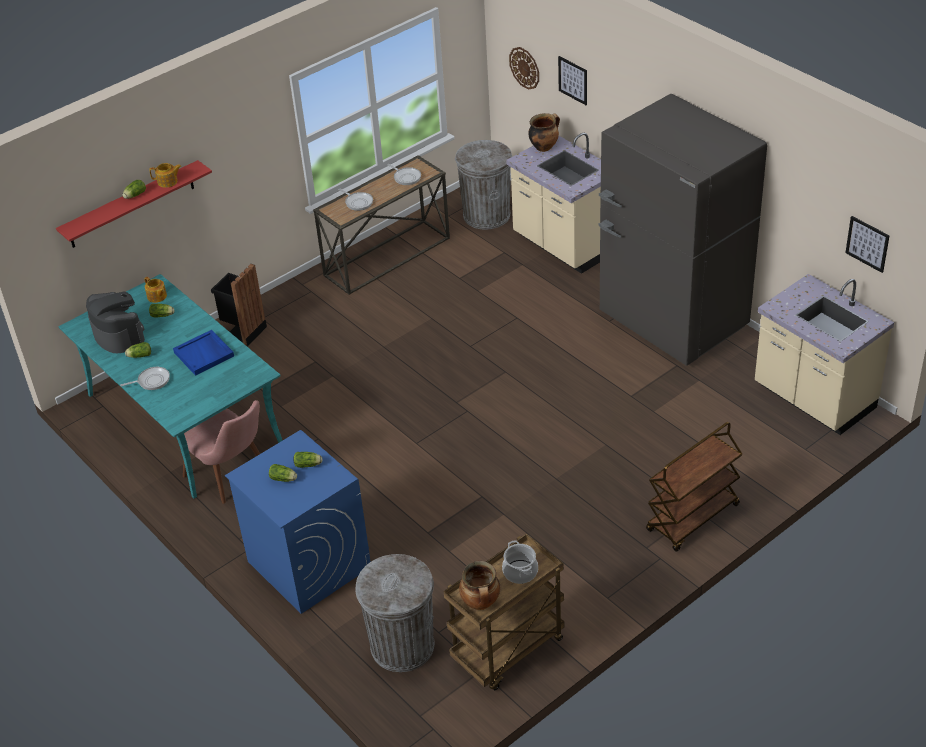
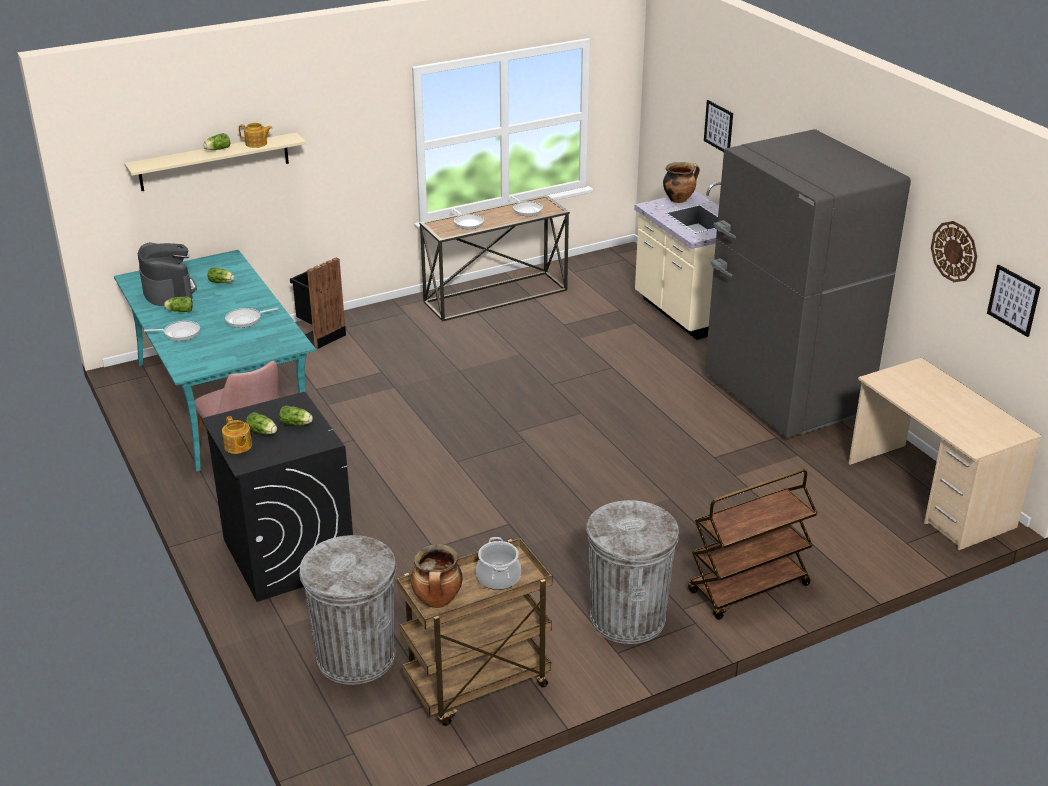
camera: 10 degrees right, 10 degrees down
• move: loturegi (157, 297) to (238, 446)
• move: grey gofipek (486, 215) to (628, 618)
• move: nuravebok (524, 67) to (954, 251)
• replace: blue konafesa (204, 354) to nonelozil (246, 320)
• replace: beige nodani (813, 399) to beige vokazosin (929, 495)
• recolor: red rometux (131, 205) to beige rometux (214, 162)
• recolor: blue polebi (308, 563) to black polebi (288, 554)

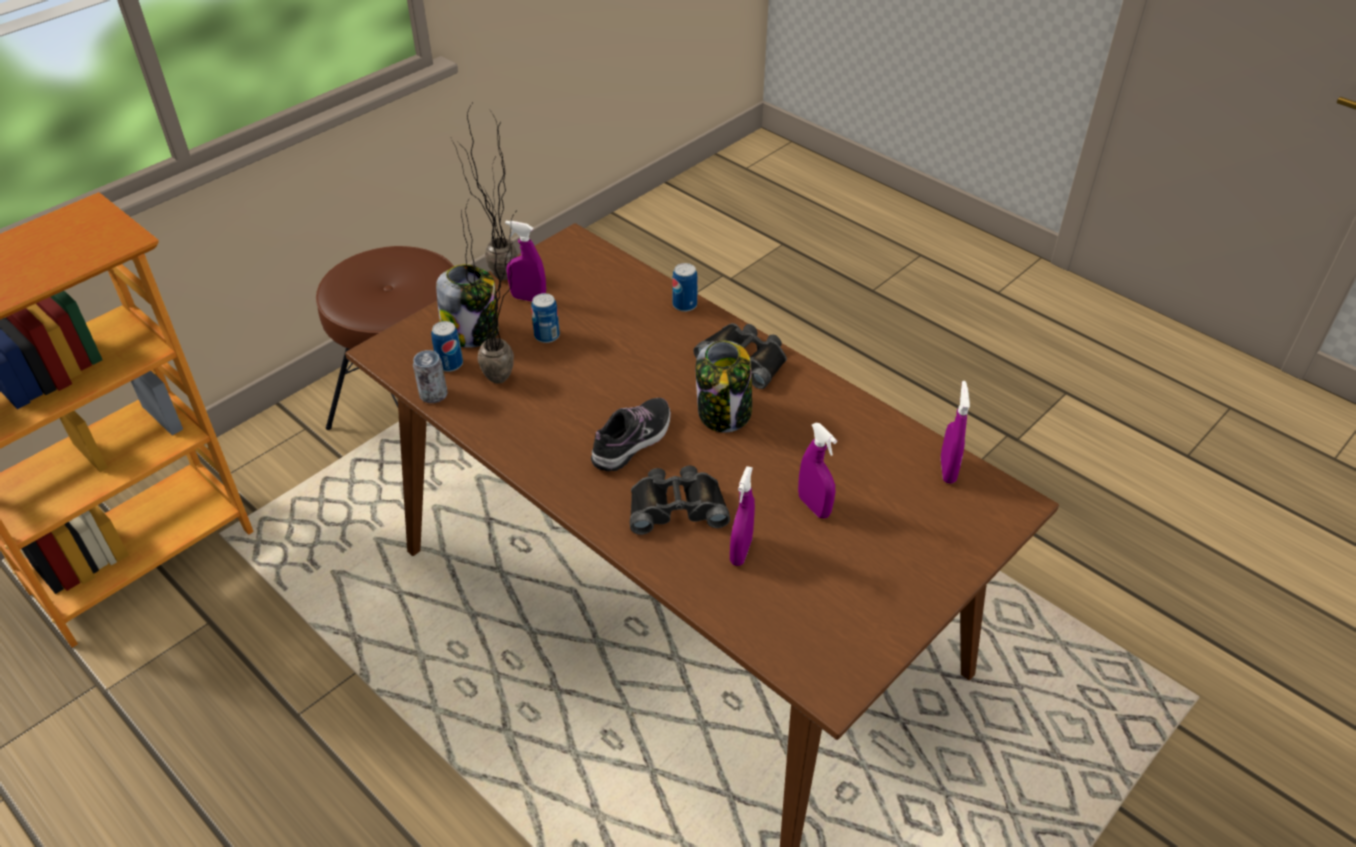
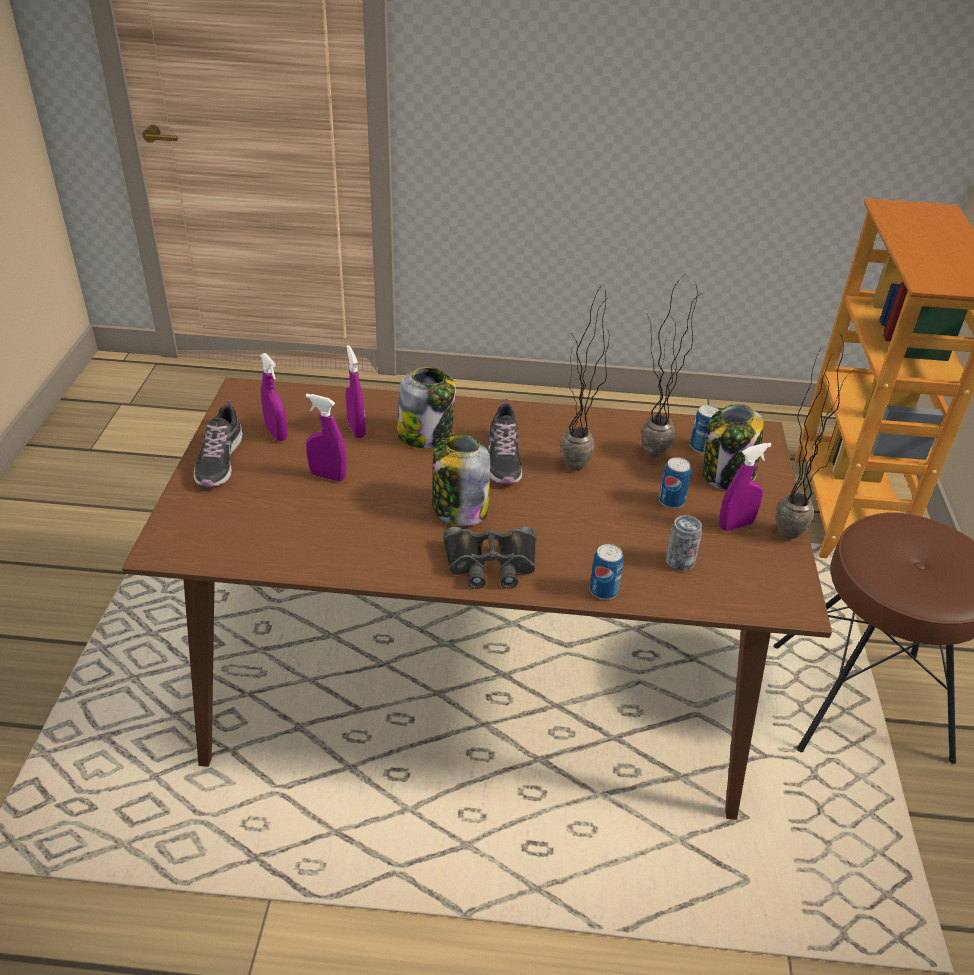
camera: 140 degrees right, 5 degrees down
• insert: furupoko (219, 461)
• insert: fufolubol (573, 473)
• move: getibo (433, 395) to (679, 562)
• move: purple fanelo (947, 470) to (276, 433)
• replace: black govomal (676, 506) to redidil (426, 435)

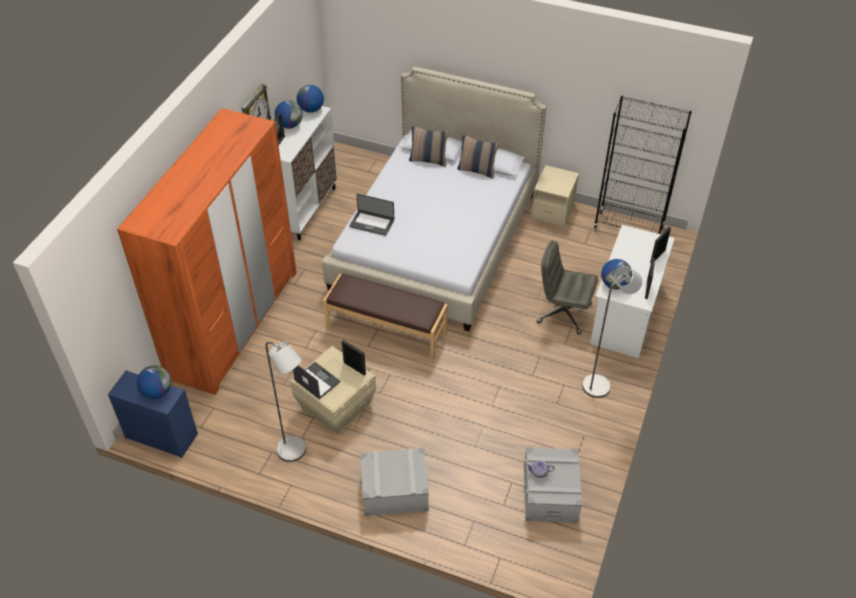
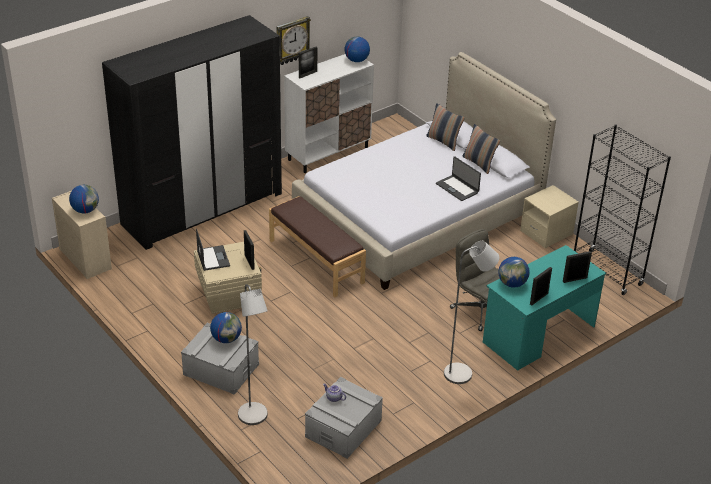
camera: 30 degrees right, 10 degrees down
• move: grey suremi (296, 452) to (254, 418)
• move: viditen (290, 125) to (226, 339)
• move: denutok (372, 223) to (457, 188)
• recolor: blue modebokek (160, 435) to beige modebokek (85, 259)
• recolor: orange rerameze (234, 322) to black rerameze (203, 209)
• recolor: white vokazosin (626, 314) to turquoise vokazosin (538, 334)

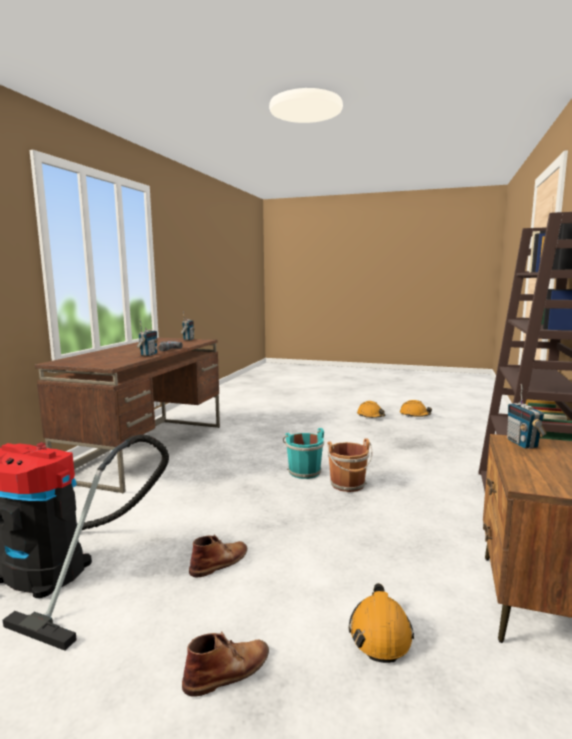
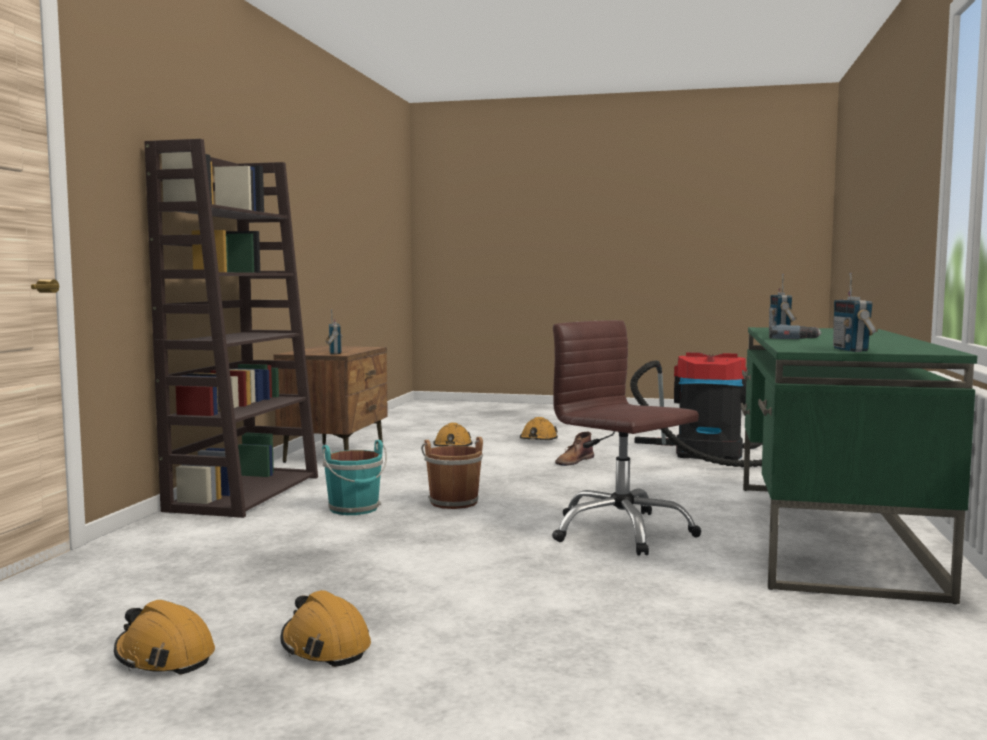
camera: 175 degrees right, 5 degrees down
• insert: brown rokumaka (620, 531)
• move: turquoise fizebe (303, 471) to (355, 509)
• replace: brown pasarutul (228, 670) to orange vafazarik (538, 440)
• recolor: brown vokazosin (148, 450) to green vokazosin (828, 535)

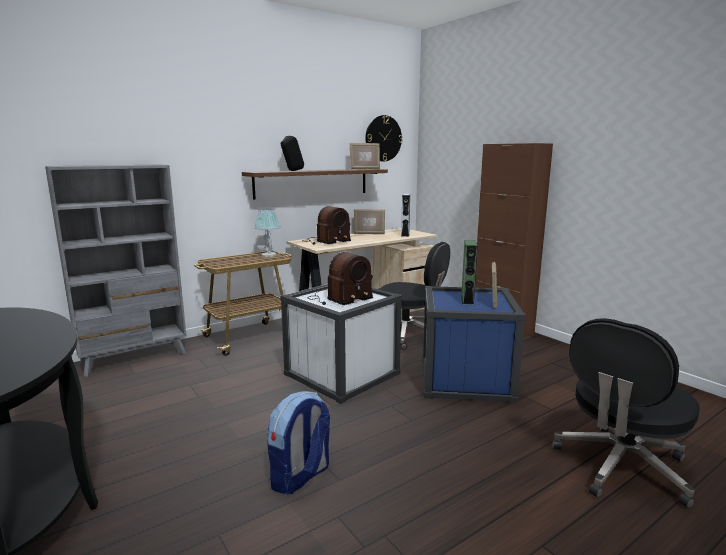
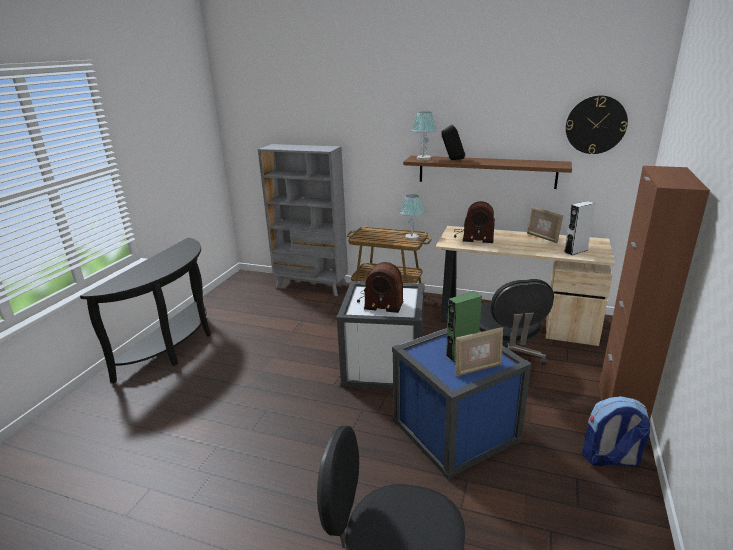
camera: 55 degrees right, 10 degrees up
• delete: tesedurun (364, 169)
• insert: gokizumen (423, 158)
• move: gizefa (300, 477) to (610, 459)

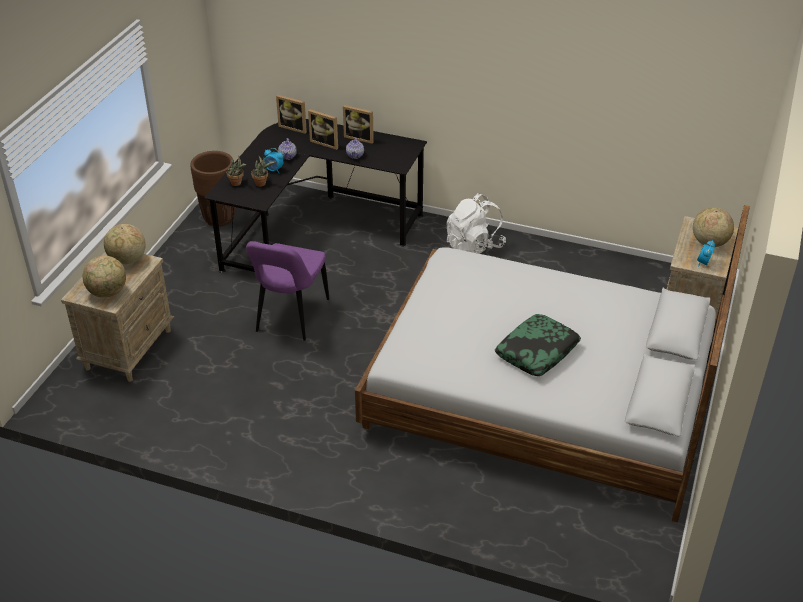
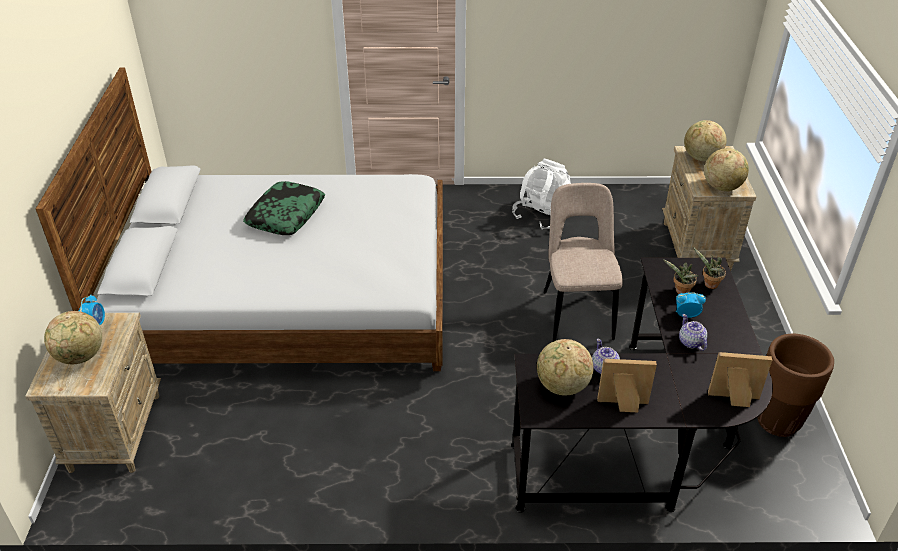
camera: 160 degrees right, 0 degrees up
• delete: tesedurun (326, 143)
• insert: viditen (562, 386)
• move: white gizefa (474, 246) to (543, 215)
• recolor: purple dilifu (290, 317) to beige dilifu (576, 312)

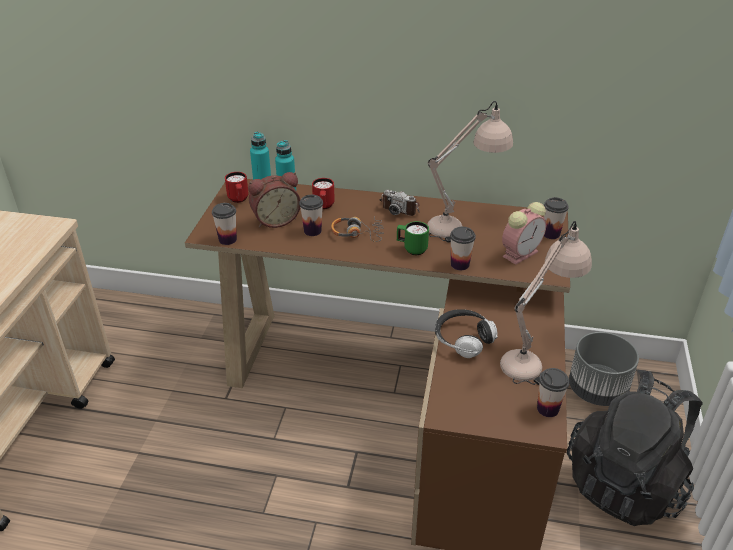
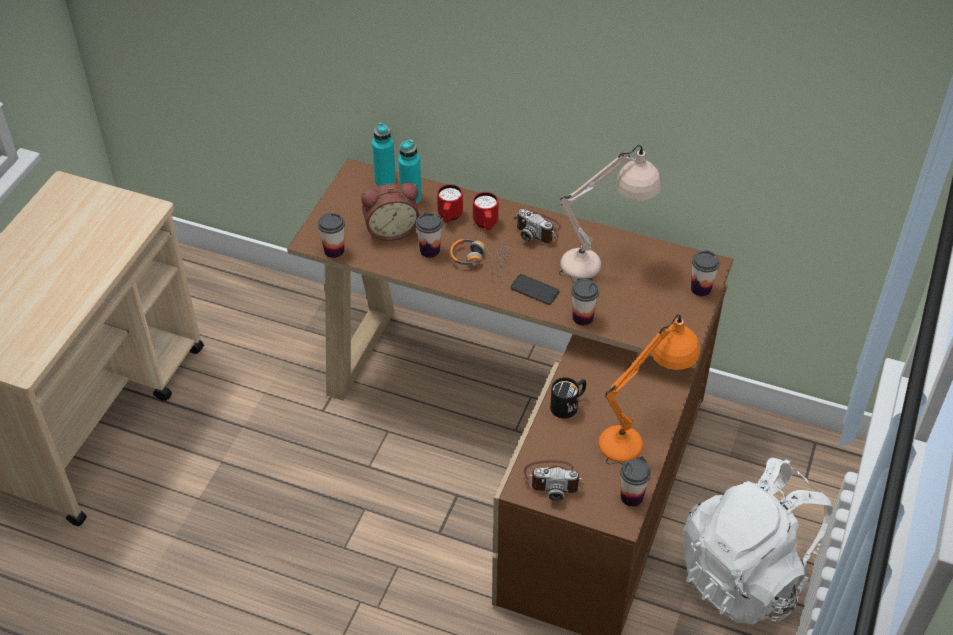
camera: 10 degrees right, 10 degrees up
• delete: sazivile (521, 253)
• delete: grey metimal (597, 390)
• insert: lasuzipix (553, 480)
• move: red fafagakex (239, 200) to (486, 225)
• replace: green fafagakex (411, 249) to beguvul (534, 290)
• replace: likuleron (463, 339) to black fafagakex (568, 405)
• recolor: beige gokizumen (536, 356) to orange gokizumen (641, 435)
• recolor: black gizefa (627, 482) to white gizefa (750, 574)

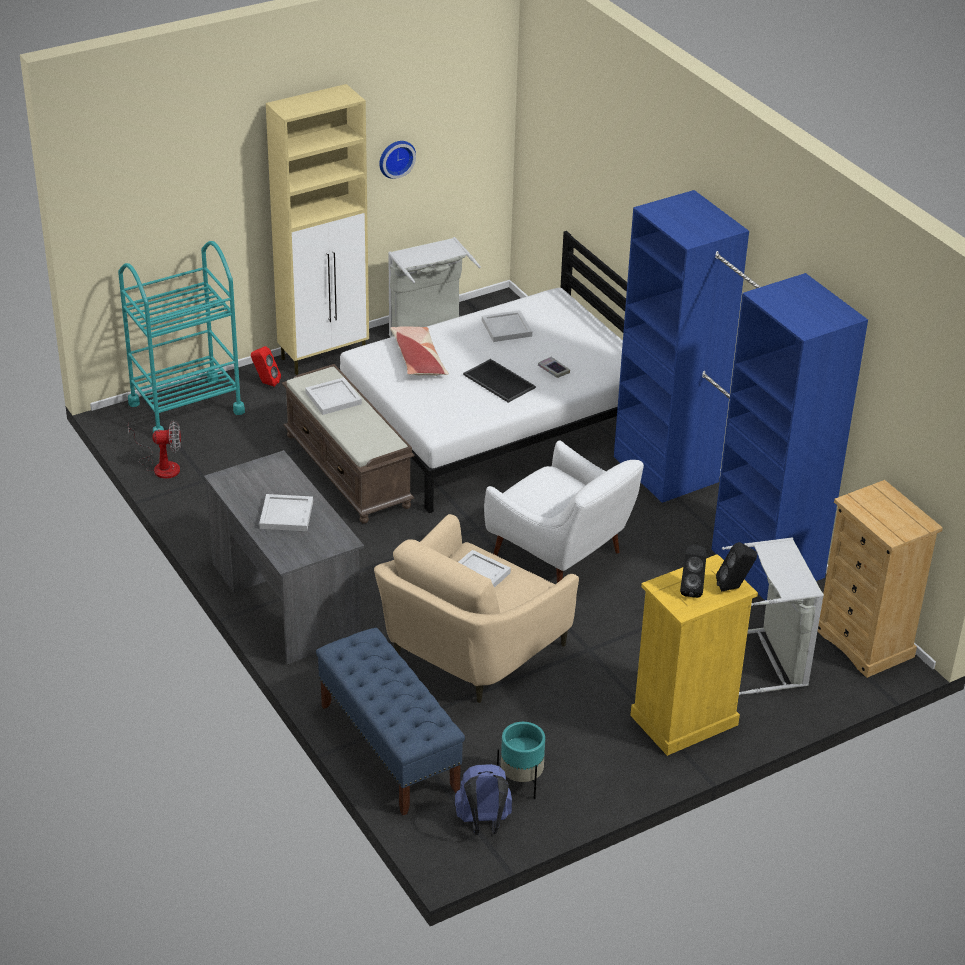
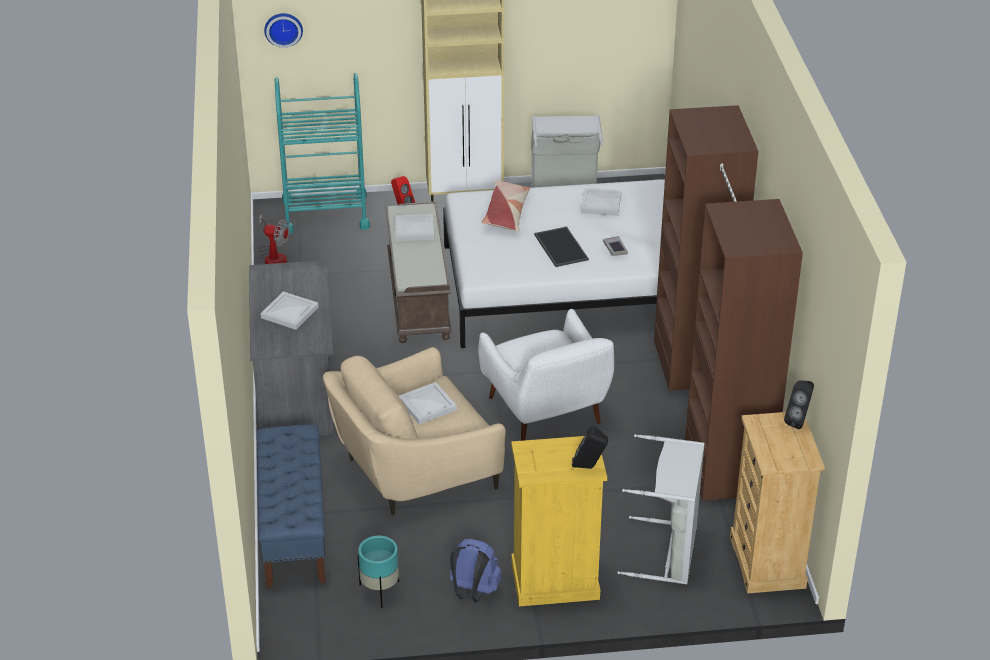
camera: 25 degrees right, 0 degrees up
• move: nuravebok (395, 158) to (283, 28)
• move: blue gizefa (483, 823) to (473, 592)
• move: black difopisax (691, 589) to (799, 421)
• recolor: blue rerameze (716, 515) to brown rerameze (710, 414)

